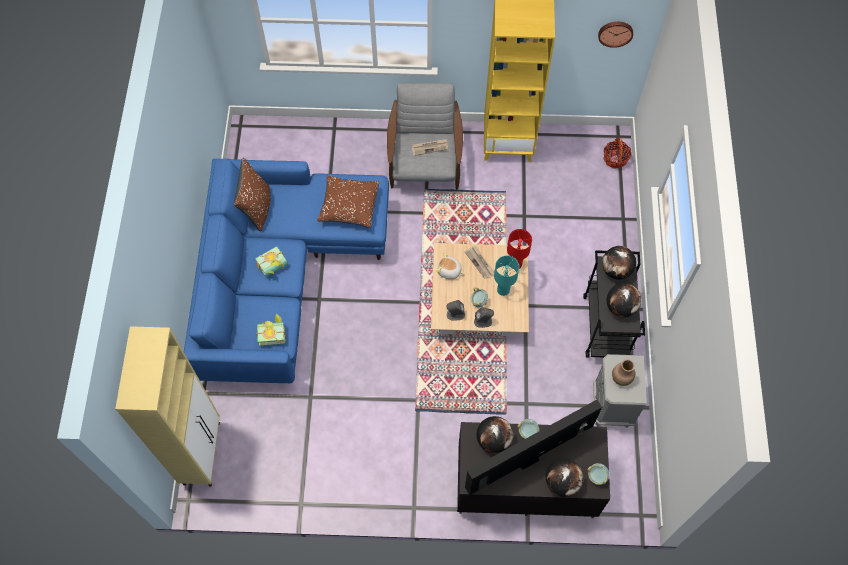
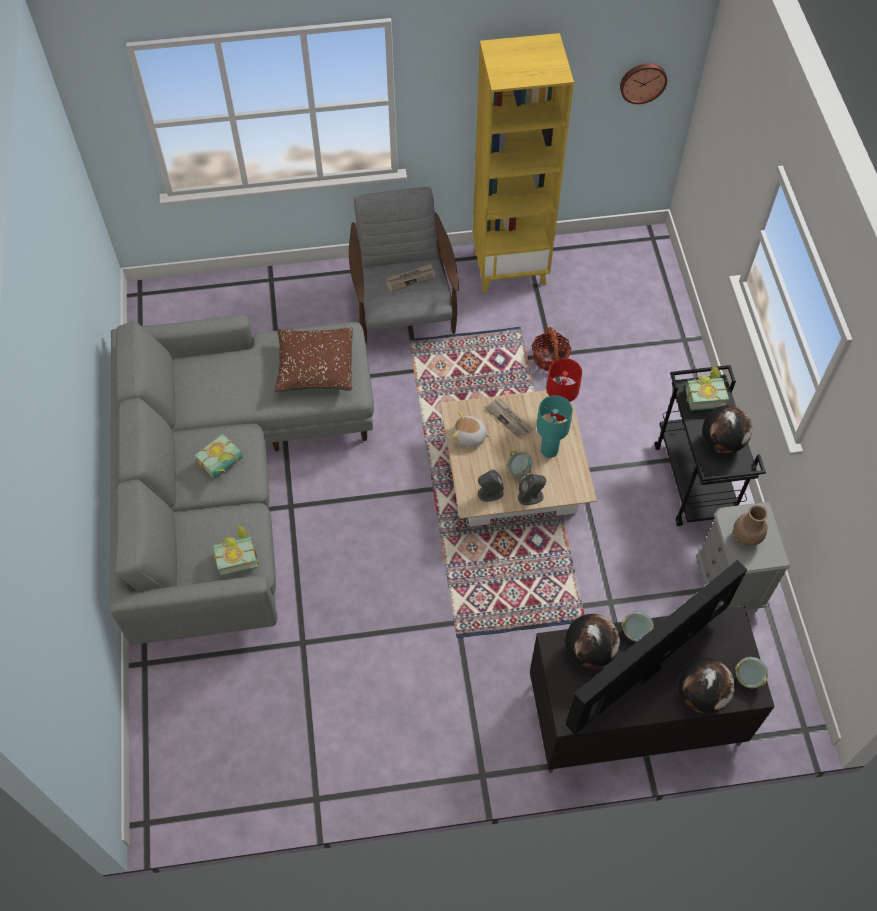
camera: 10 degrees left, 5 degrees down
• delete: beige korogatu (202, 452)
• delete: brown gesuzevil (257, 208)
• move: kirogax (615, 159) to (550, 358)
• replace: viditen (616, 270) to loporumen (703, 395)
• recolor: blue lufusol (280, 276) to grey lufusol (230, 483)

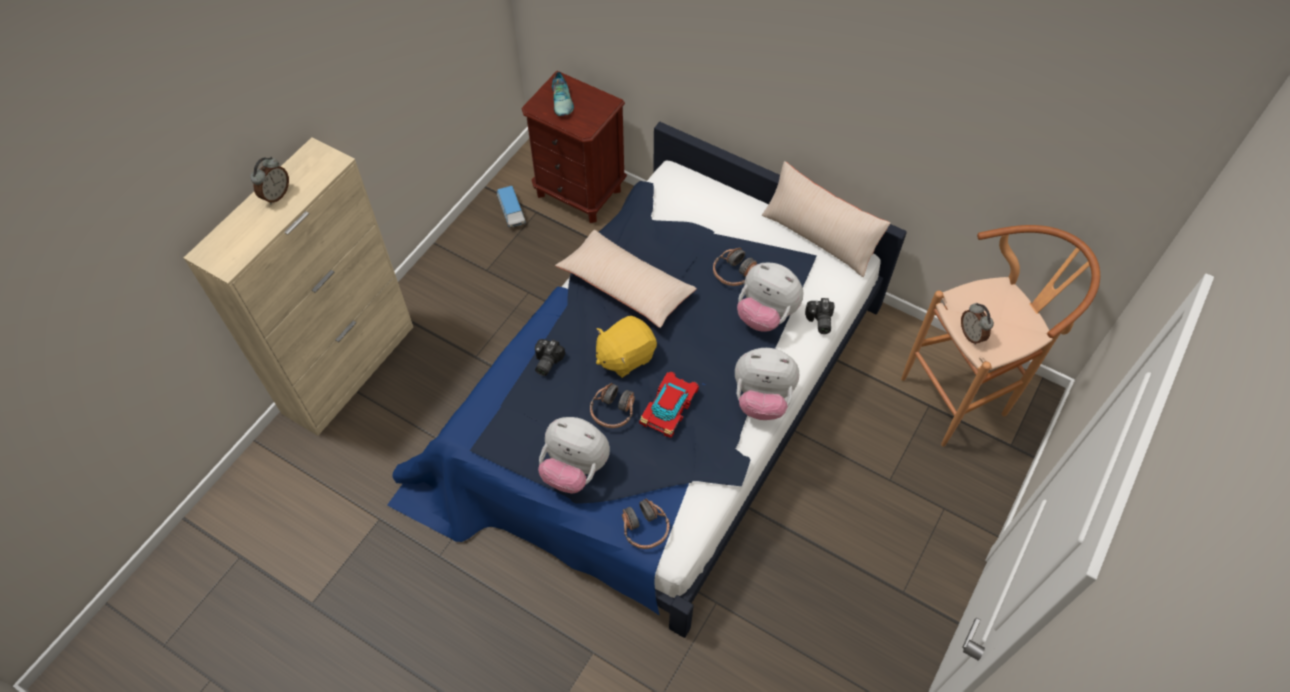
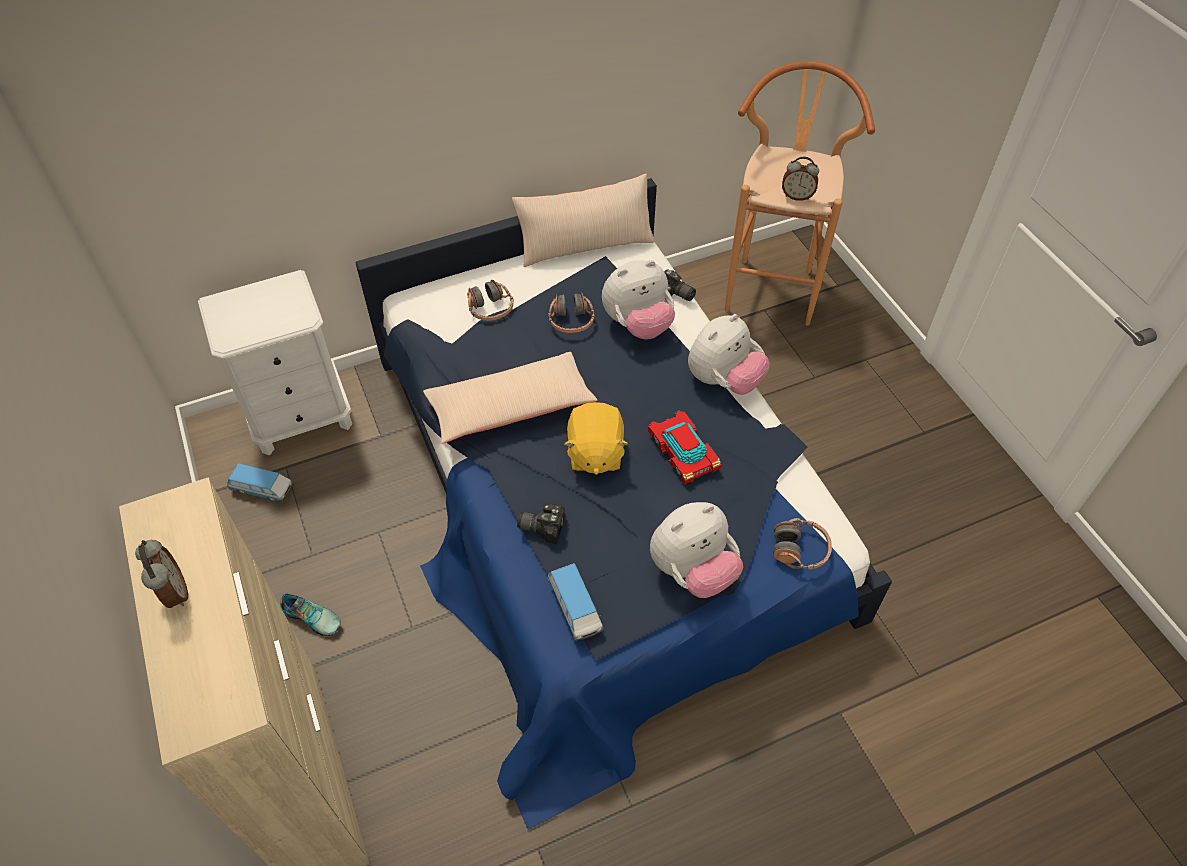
camera: 55 degrees left, 5 degrees down
• insert: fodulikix (575, 607)
• move: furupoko (562, 100) to (312, 616)
• move: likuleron (612, 411) to (490, 309)
• recolor: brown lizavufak (579, 192) to white lizavufak (301, 417)
• rotate: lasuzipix (545, 362) = (542, 526) 135 degrees clockwise

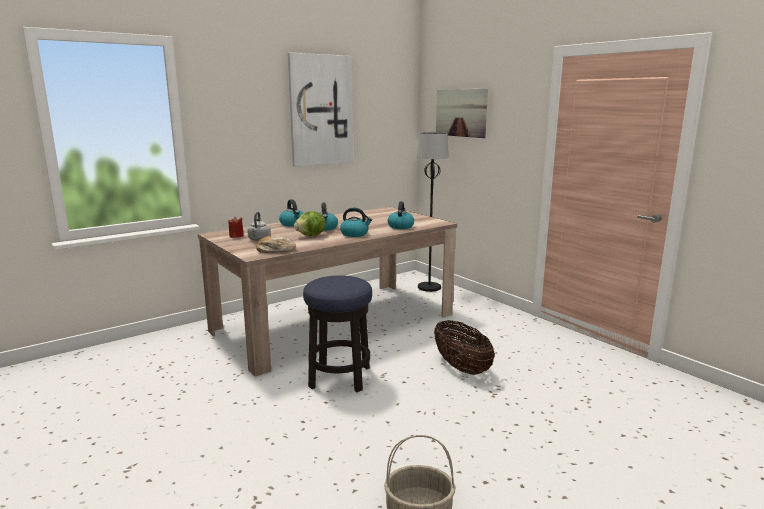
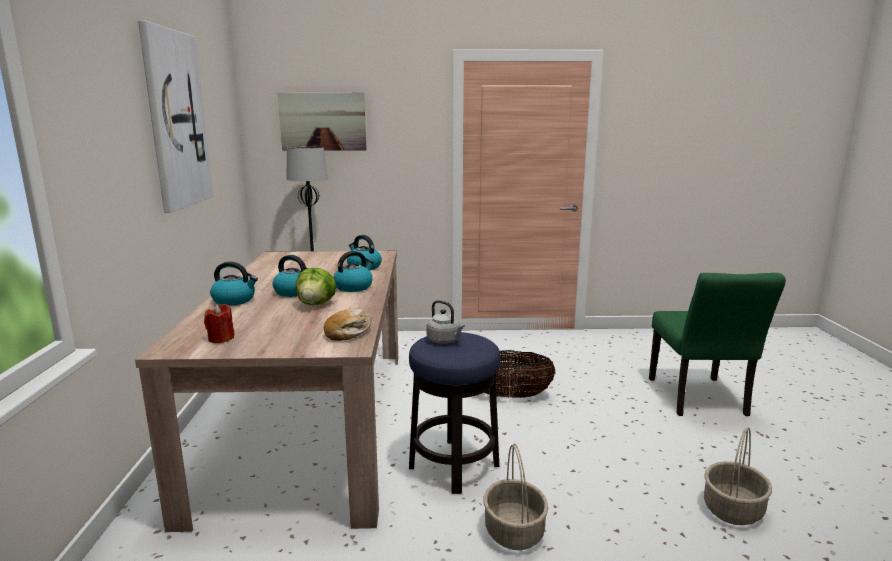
camera: 55 degrees left, 0 degrees up
• insert: kirogax (515, 532)
• insert: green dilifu (700, 400)
• move: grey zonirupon (259, 240) to (445, 341)

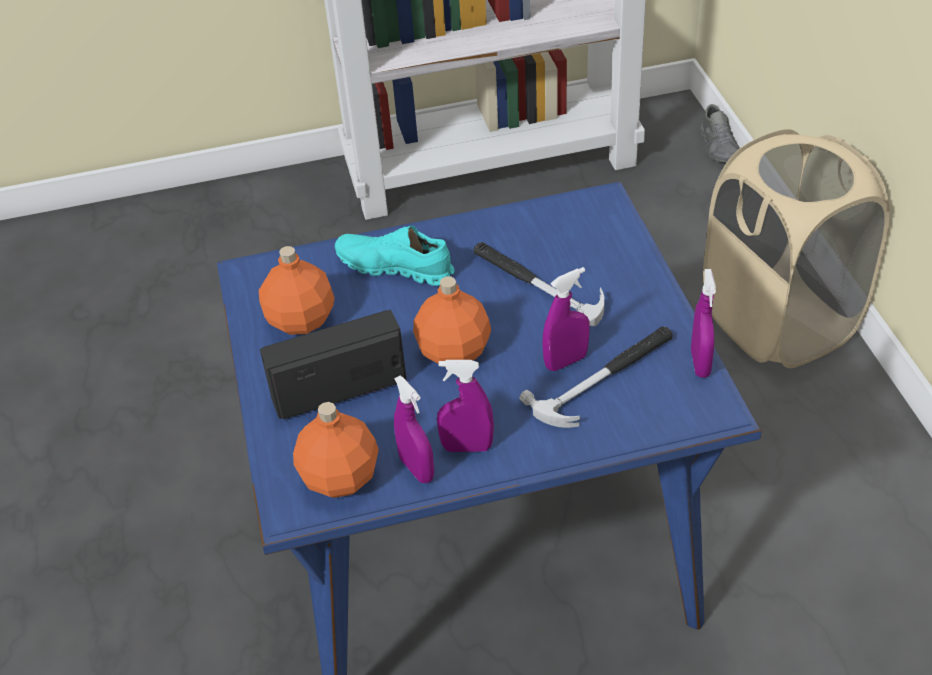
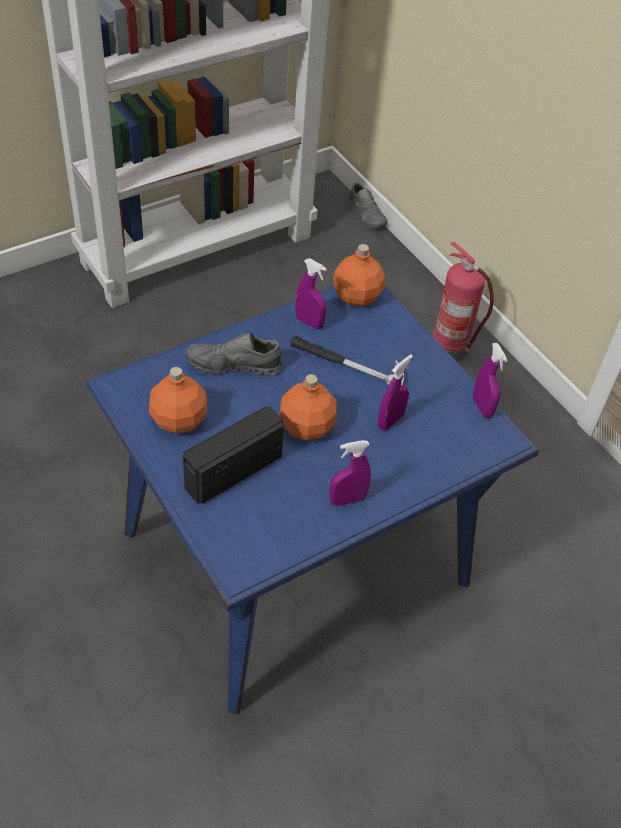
camera: 25 degrees left, 5 degrees up
• delete: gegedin (605, 378)
• move: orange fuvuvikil (341, 477) to (357, 296)
• move: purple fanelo (416, 469) to (309, 322)
• replace: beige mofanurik (779, 322) to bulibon (451, 349)
• recolor: turquoise furupoko (395, 268) to grey furupoko (234, 365)

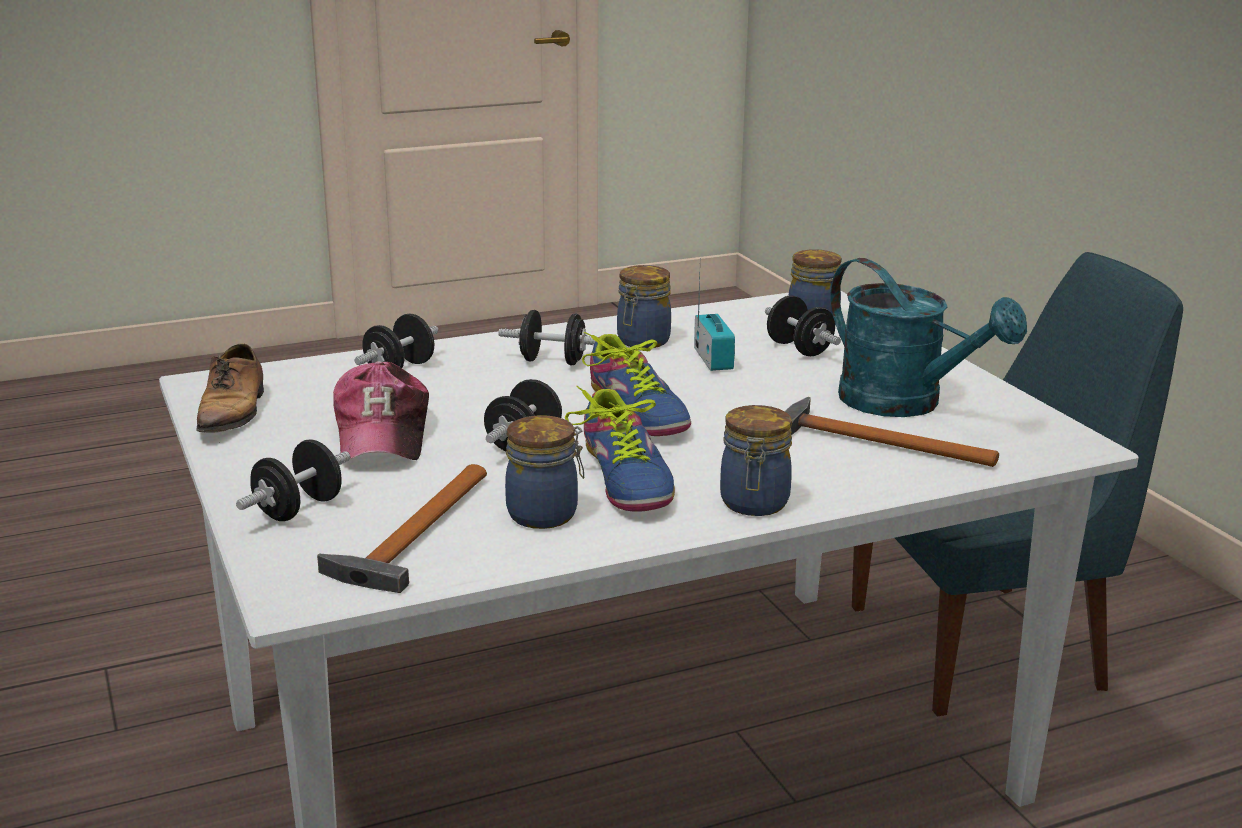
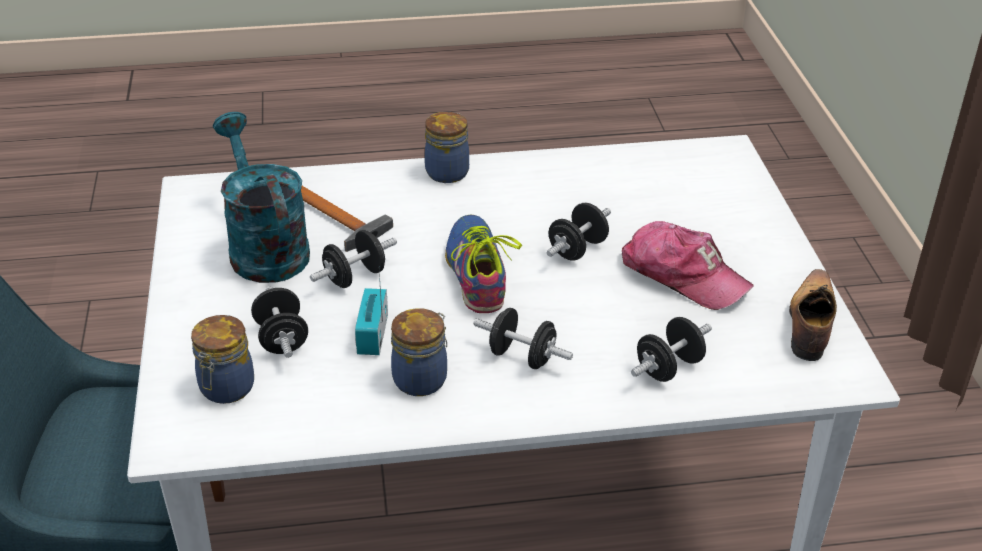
camera: 165 degrees left, 15 degrees up
• delete: gegedin (413, 534)
• delete: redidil (545, 514)
• delete: furupoko (626, 478)
• move: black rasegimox (298, 509) to (355, 277)
• rotate: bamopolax (383, 434) = (683, 275) 120 degrees clockwise

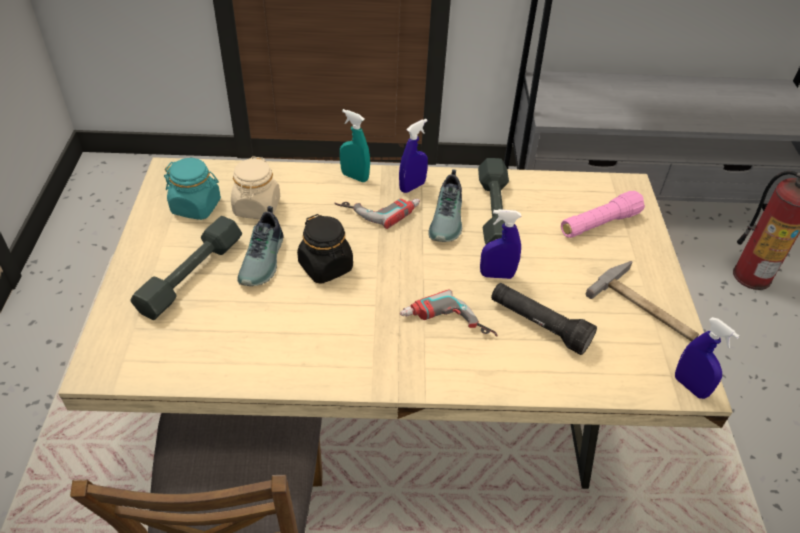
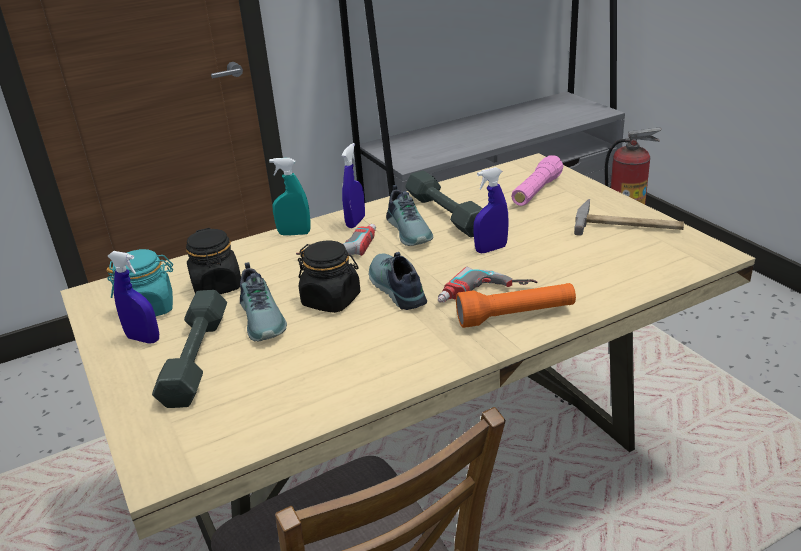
camera: 25 degrees left, 15 degrees down
• delete: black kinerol (538, 325)
• insert: furupoko (395, 288)
• insert: orange kinerol (516, 316)
• move: blue fanelo (690, 386) to (143, 339)
• recolor: beige redidil (257, 207) to black redidil (217, 286)

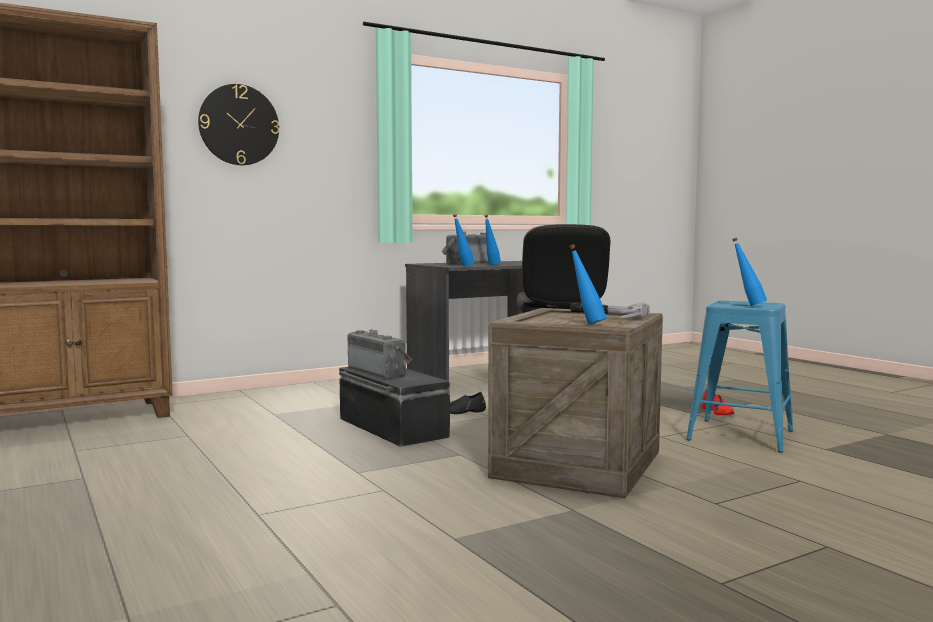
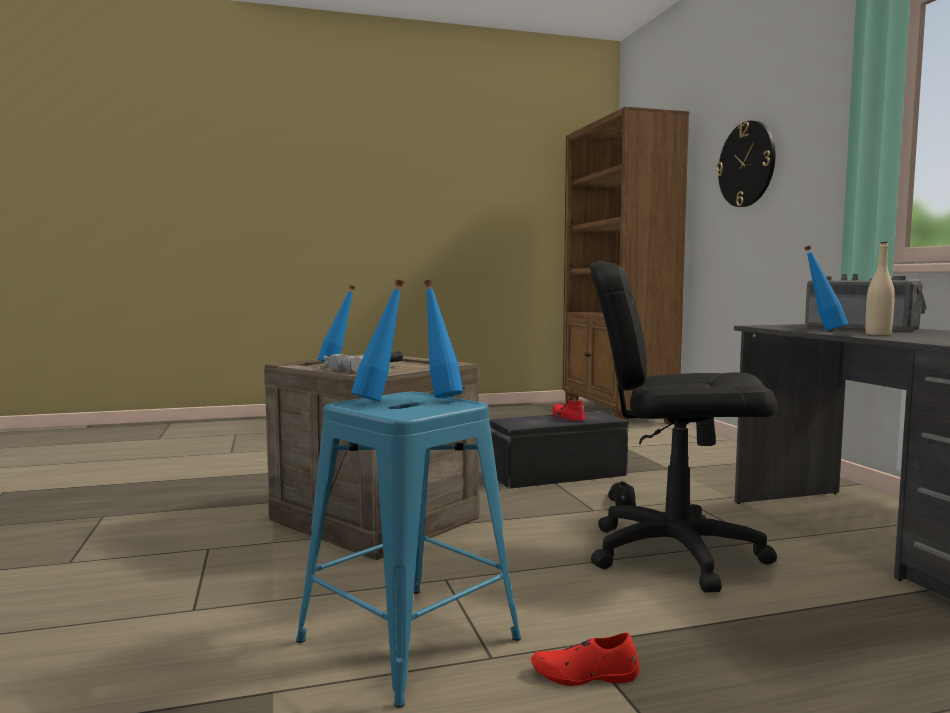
camera: 105 degrees right, 0 degrees up
• insert: beige fuvuvikil (878, 334)
• move: blue fuvuvikil (463, 266) to (440, 397)
• replace: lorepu (379, 372) to red furupoko (567, 417)

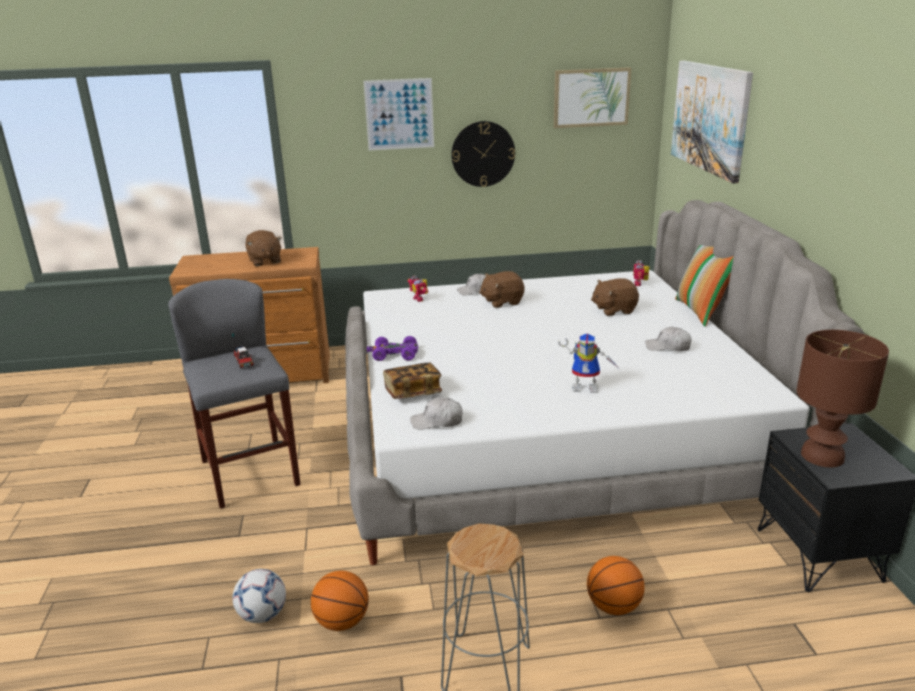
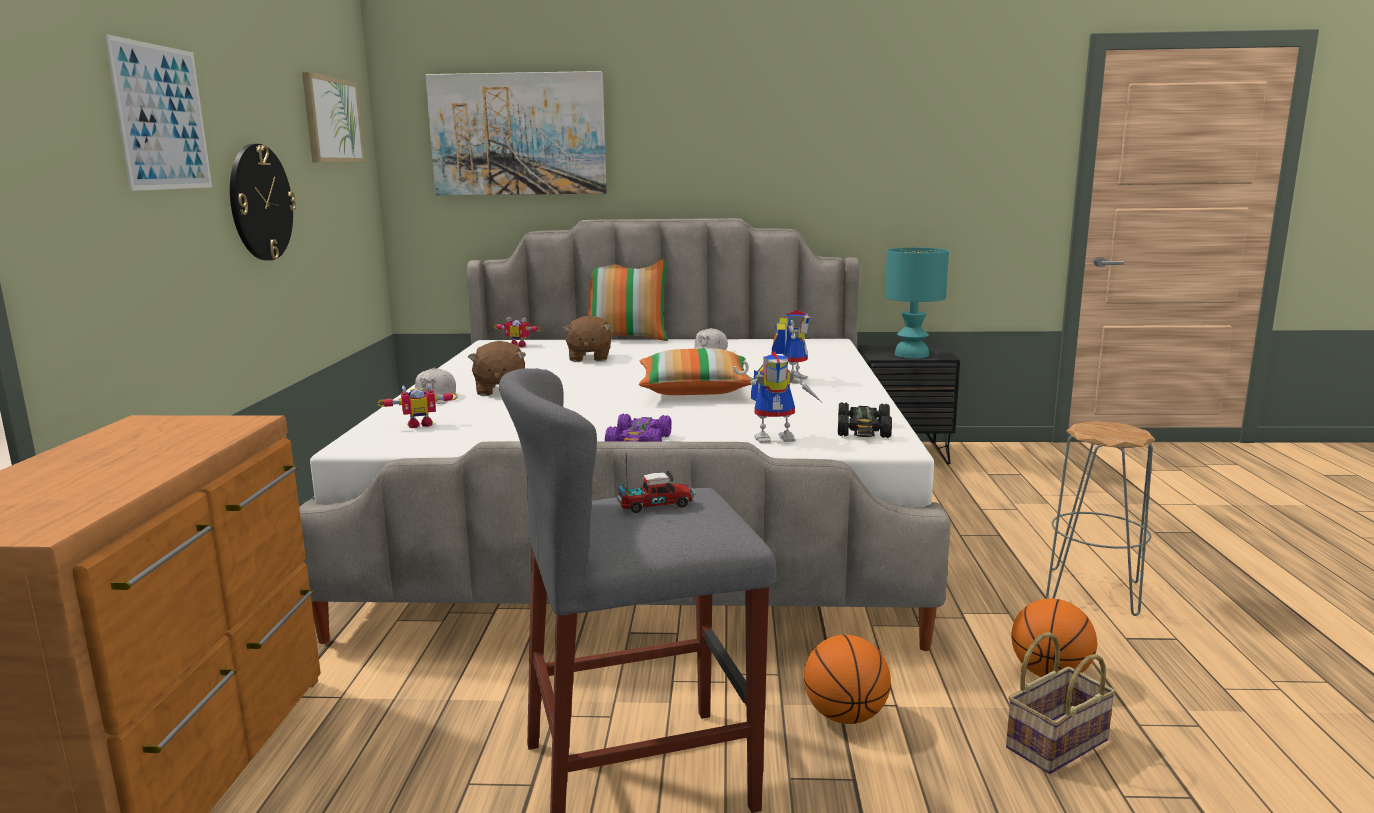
camera: 80 degrees left, 10 degrees down
• delete: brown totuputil (264, 261)
• insert: gesuzevil (695, 391)
• move: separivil (613, 606) to (845, 716)
• replace: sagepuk (262, 615) to kirogax (1056, 742)
• replace: loporumen (413, 392) to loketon (776, 437)
• replace: white bamopolax (437, 421) to black fodulikix (864, 430)
• recolor: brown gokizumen (823, 456) to turquoise gokizumen (912, 354)

